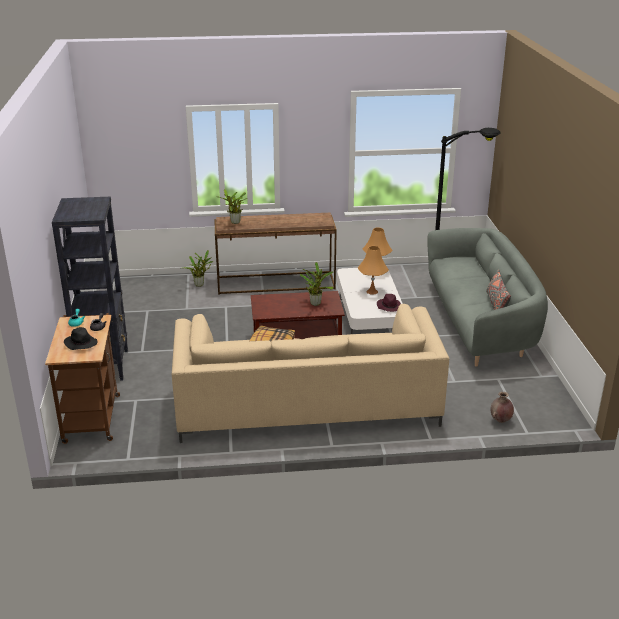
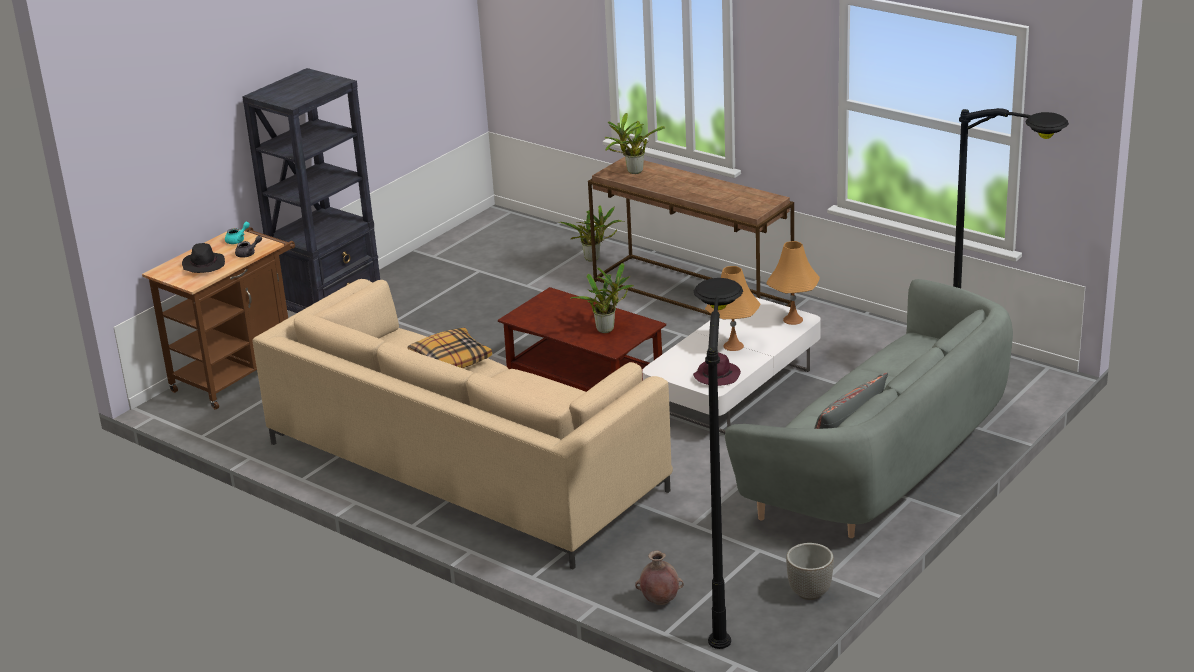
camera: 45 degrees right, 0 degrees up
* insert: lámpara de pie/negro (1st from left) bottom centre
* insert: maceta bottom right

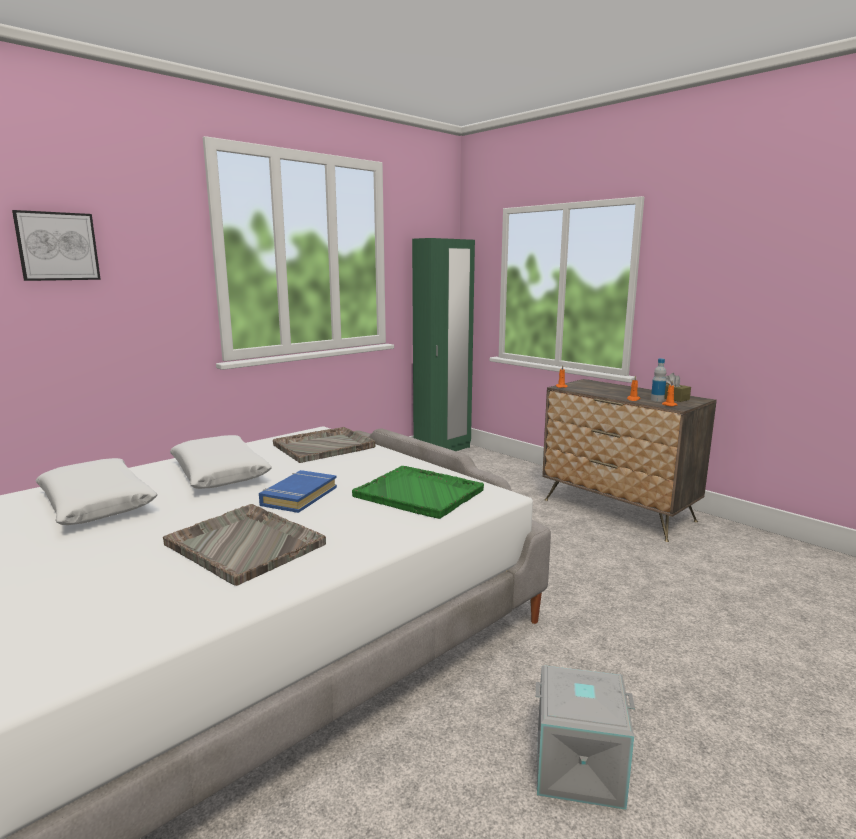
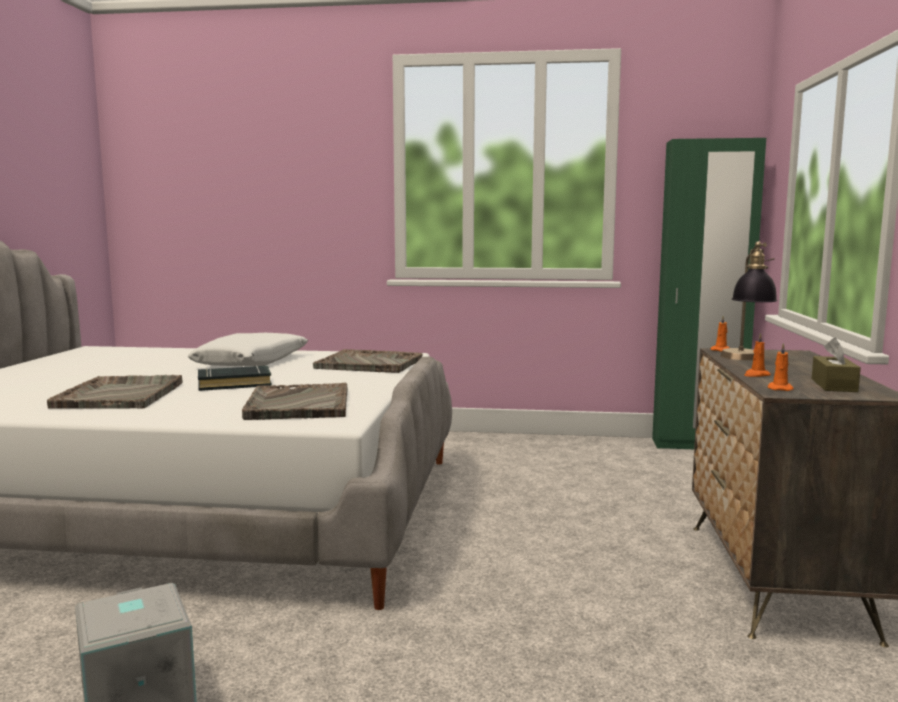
camera: 50 degrees right, 5 degrees down
* recolor: libro/azul centre to libro/negro middle left
* recolor: bandeja/verde centre to bandeja/gris (2nd from left) middle left
* insert: lámpara de mesa middle right
* delete: cuadro top left
* delete: cojín/blanco (1st from left) middle left
* delete: botella middle right

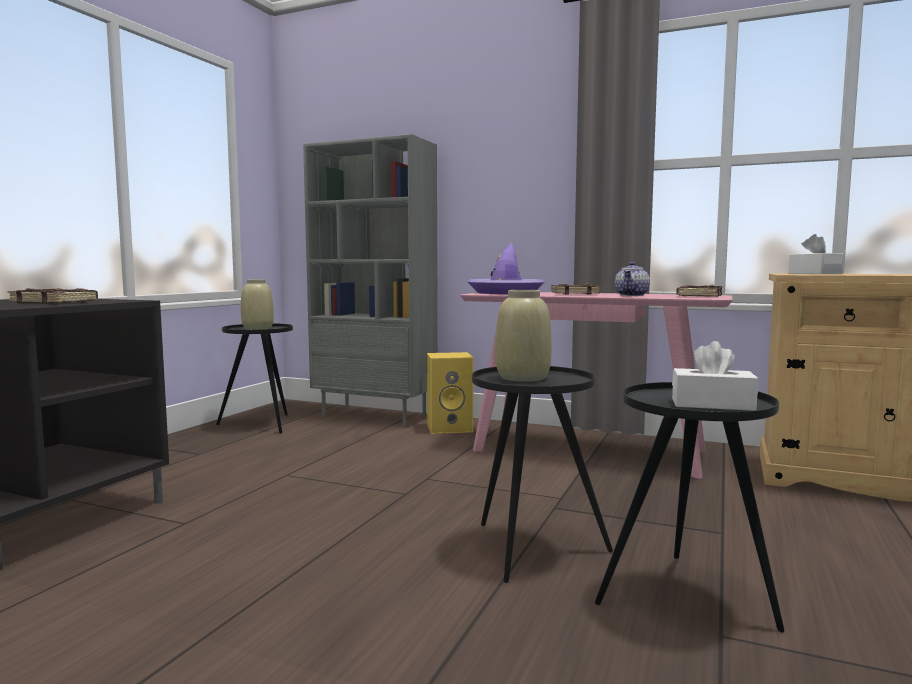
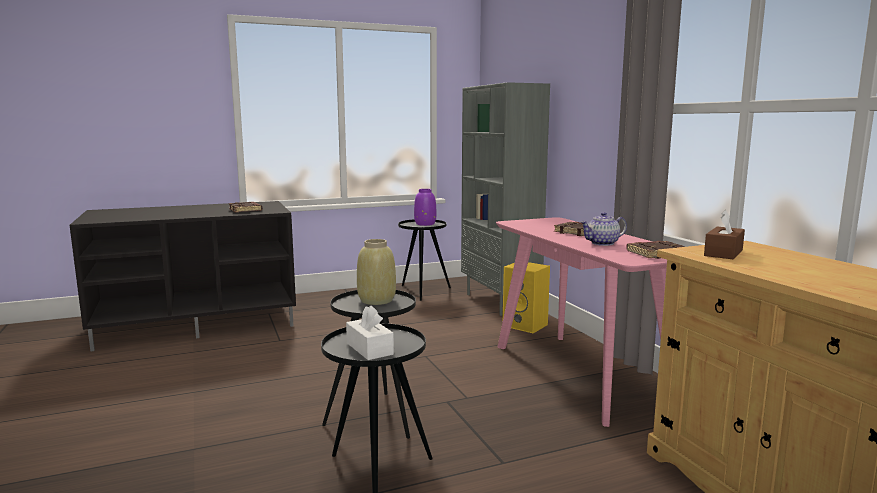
camera: 45 degrees right, 5 degrees up
* recolor: florero/beis (1st from left) middle left to florero/morado centre
* recolor: caja de pañuelos/blanco (2nd from left) middle right to caja de pañuelos/marrón middle right
* delete: sombrero/morado centre

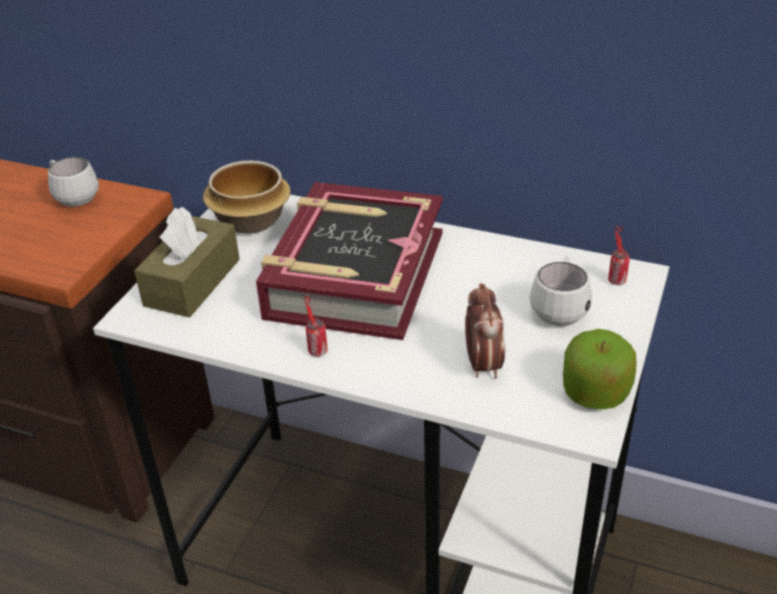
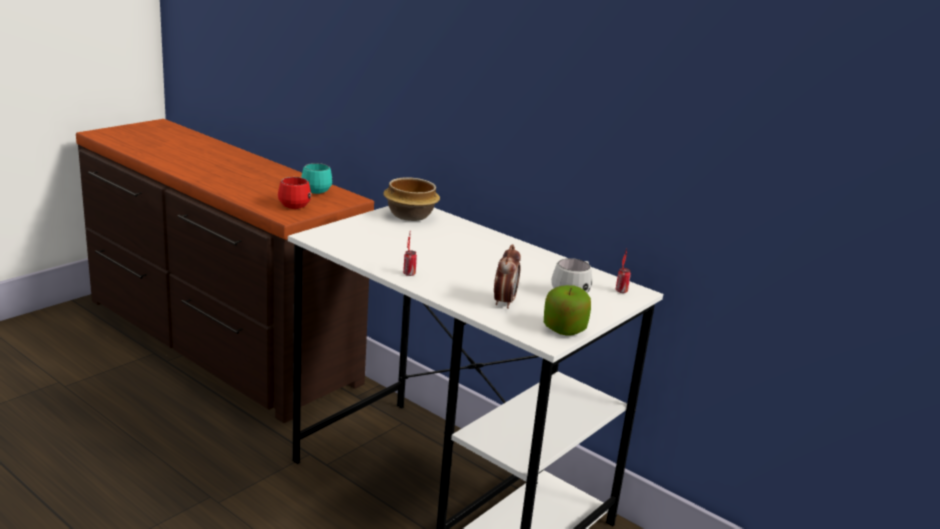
camera: 15 degrees right, 15 degrees down
* insert: taza grande/rojo middle left
* recolor: taza grande/blanco (1st from left) top left to taza grande/turquesa centre
* delete: caja de pañuelos/marrón middle left
* delete: libro centre

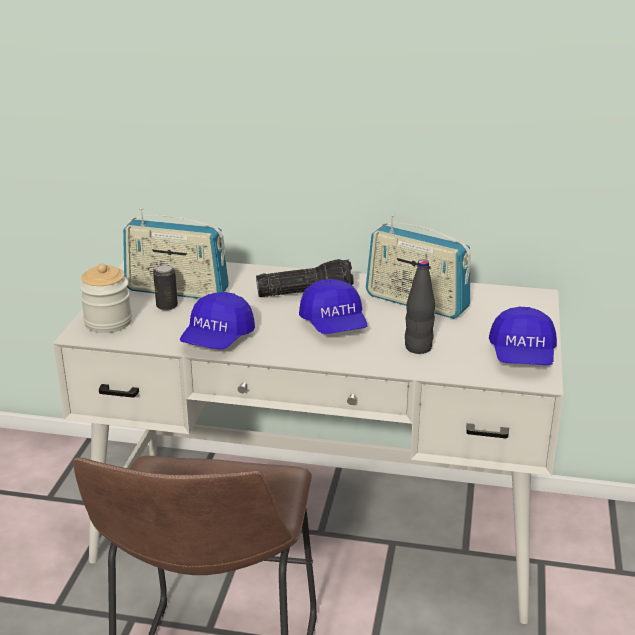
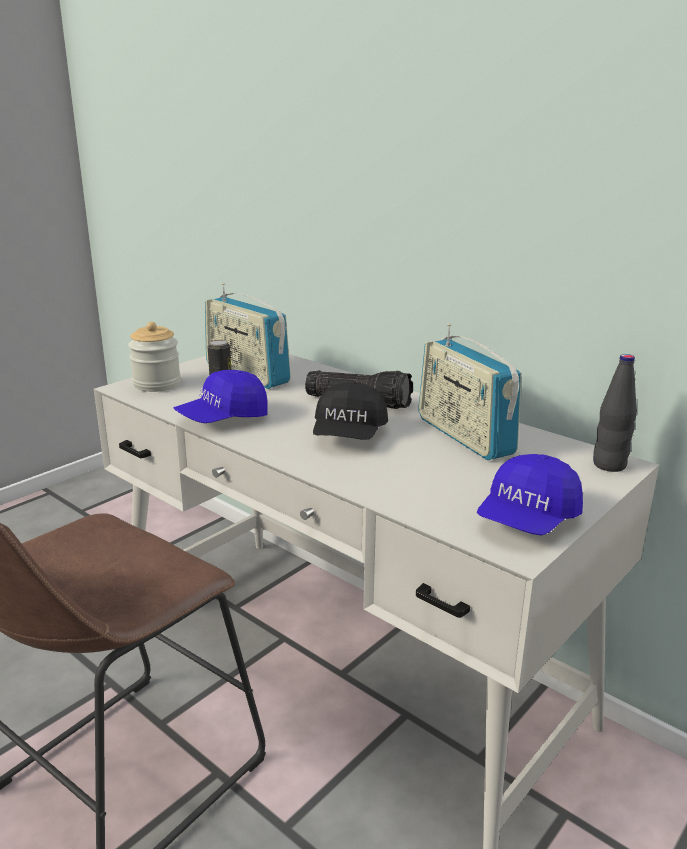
camera: 30 degrees right, 5 degrees down
* recolor: gorra/azul (2nd from left) centre to gorra/negro centre
* move: botella/negro centre to middle right

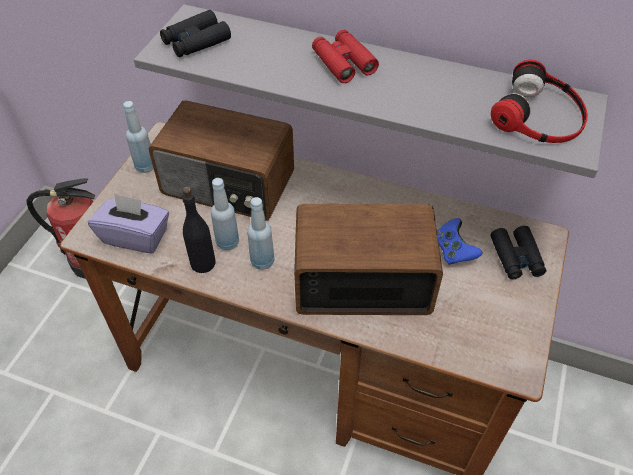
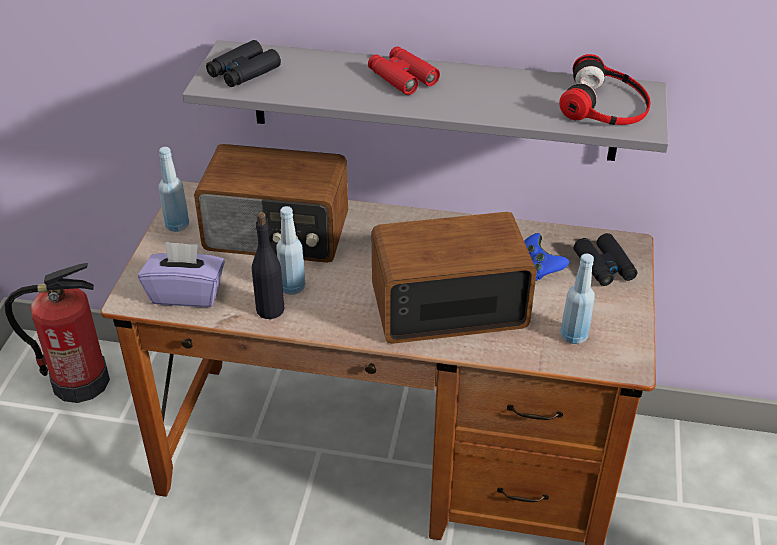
camera: 10 degrees left, 10 degrees down
* move: botella/azul (3rd from left) centre to middle right

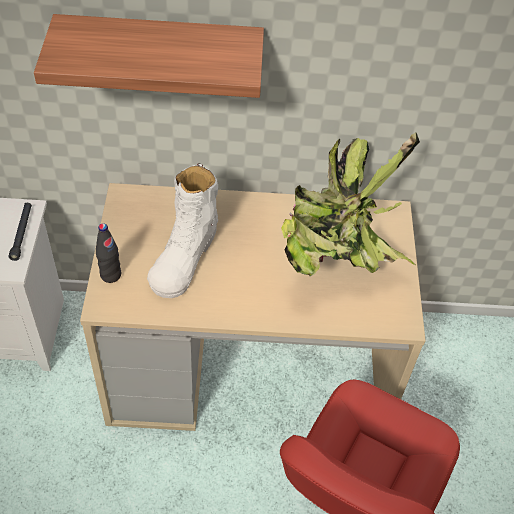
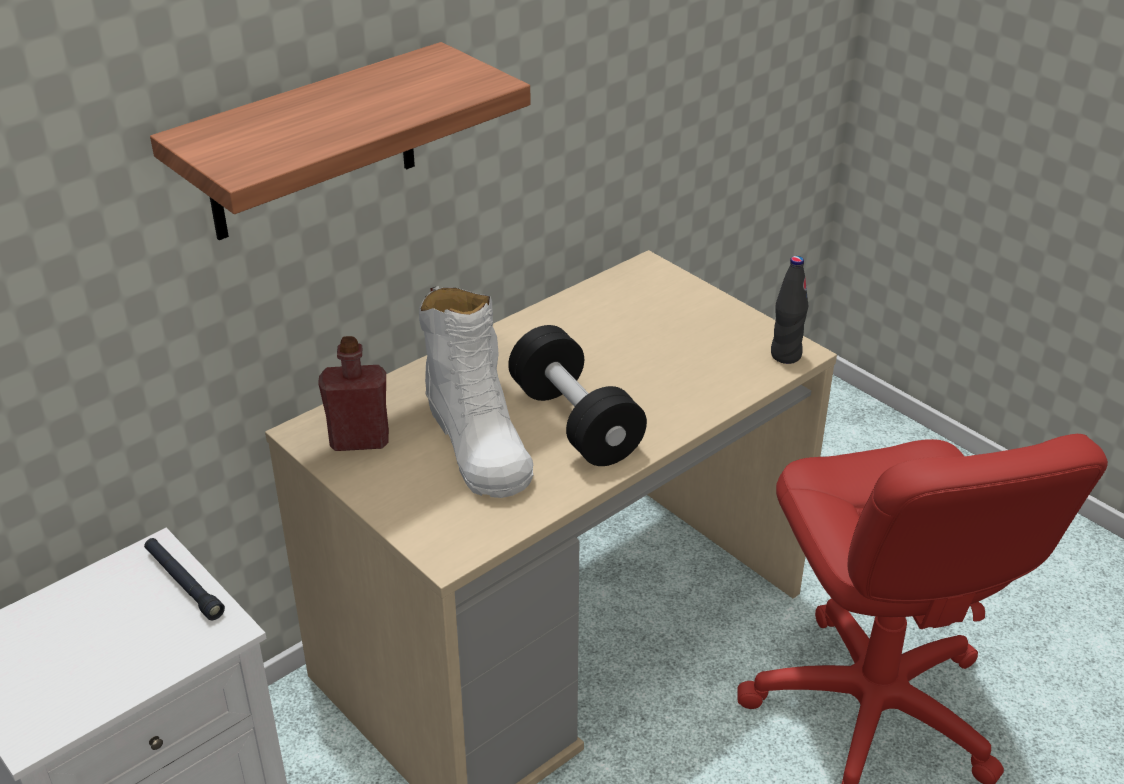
camera: 40 degrees left, 15 degrees down
* insert: botella/rojo middle left
* insert: mancuerna/negro centre
* move: botella/negro middle left to middle right
* delete: planta en maceta middle right

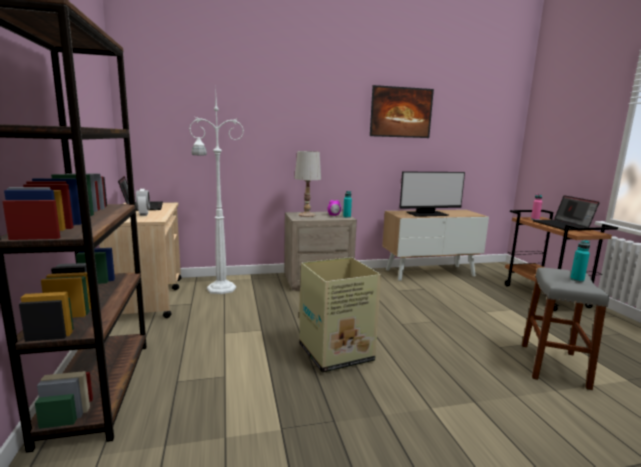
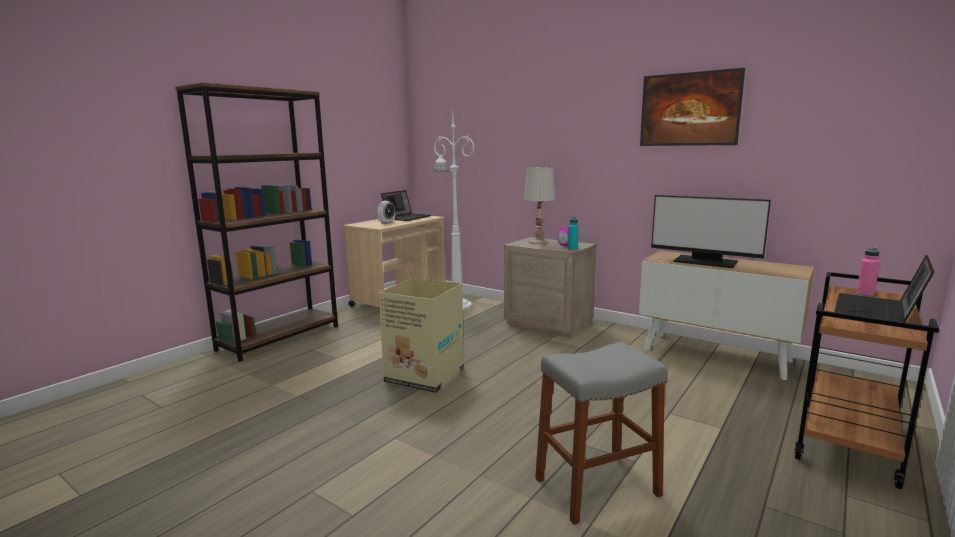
camera: 50 degrees right, 0 degrees up
* delete: botella/turquesa (2nd from left) middle right

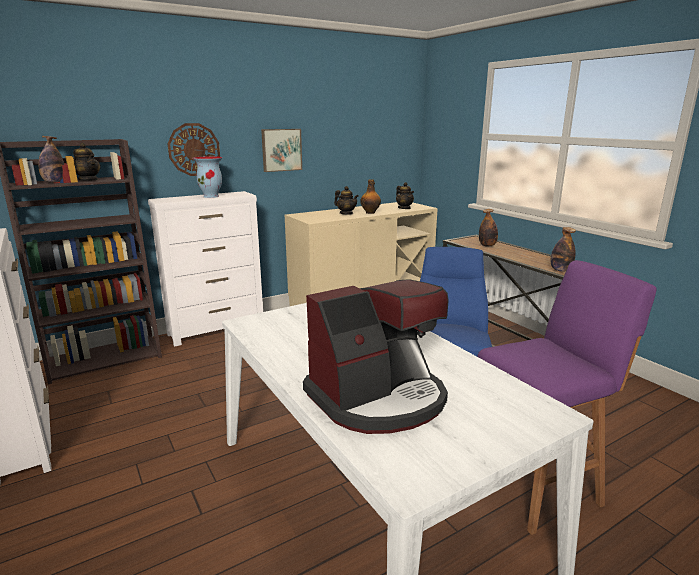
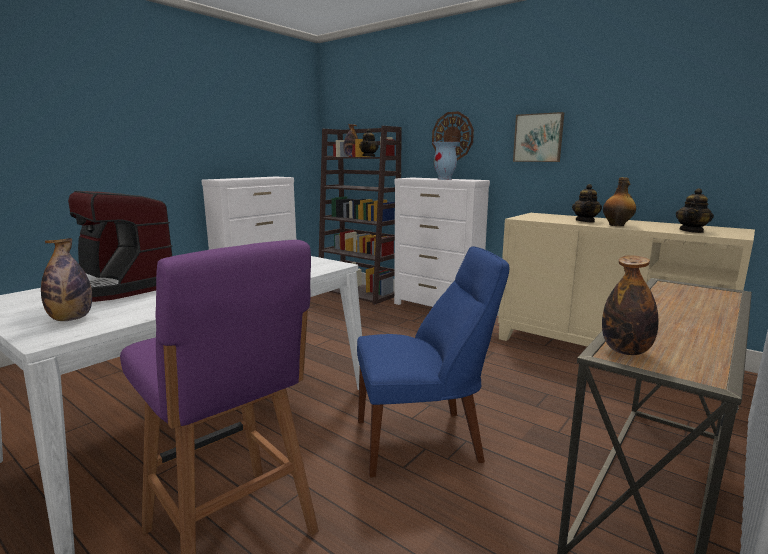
camera: 70 degrees right, 5 degrees down
* move: botella (3rd from left in the first image) middle right to botella (1st from left) middle left

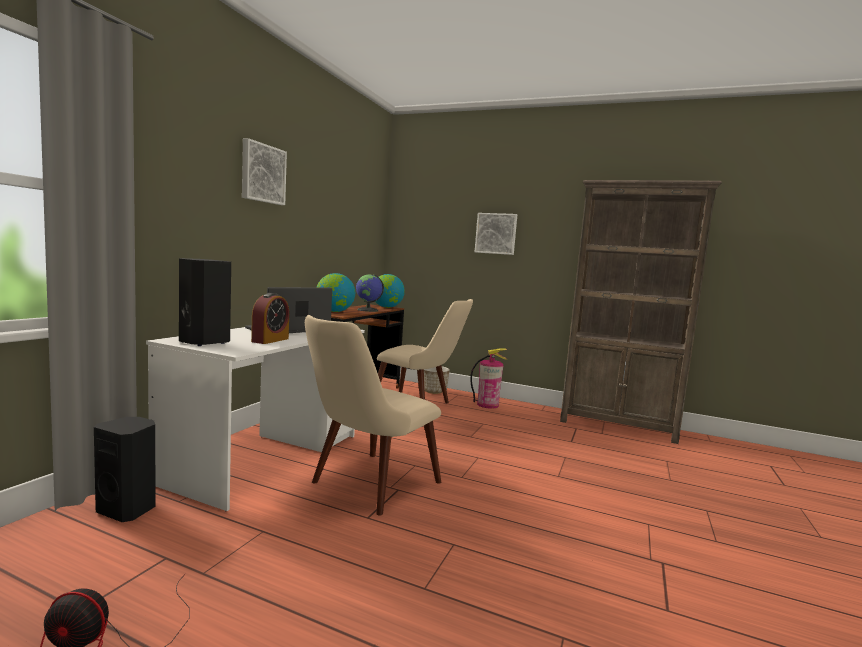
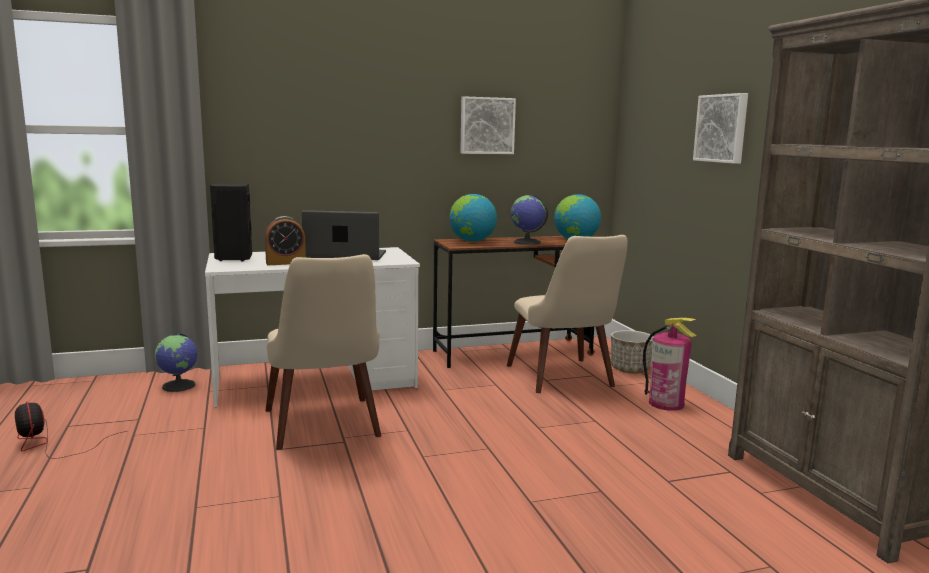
camera: 50 degrees right, 5 degrees up
* replace: altavoz/negro (1st from left) bottom left to globo terráqueo (1st from left) middle left
* rotate: silla/beis (1st from left) centre = centre 105 degrees counterclockwise
* move: cuadro (1st from left) top left to top centre

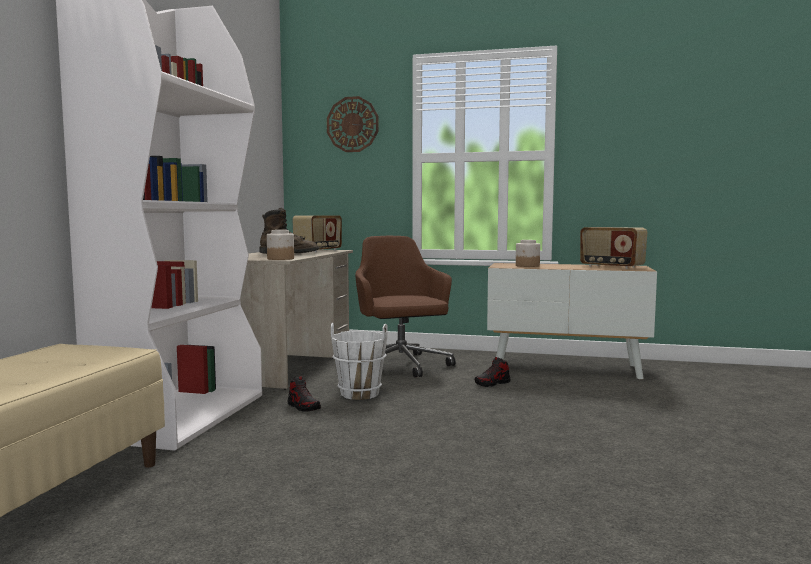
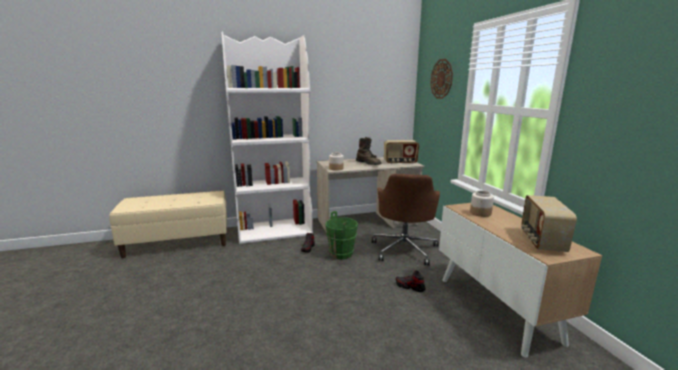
camera: 60 degrees right, 10 degrees up
* recolor: cubo/blanco centre to cubo/verde centre
* rotate: silla de oficina/marrón centre = centre 150 degrees clockwise

